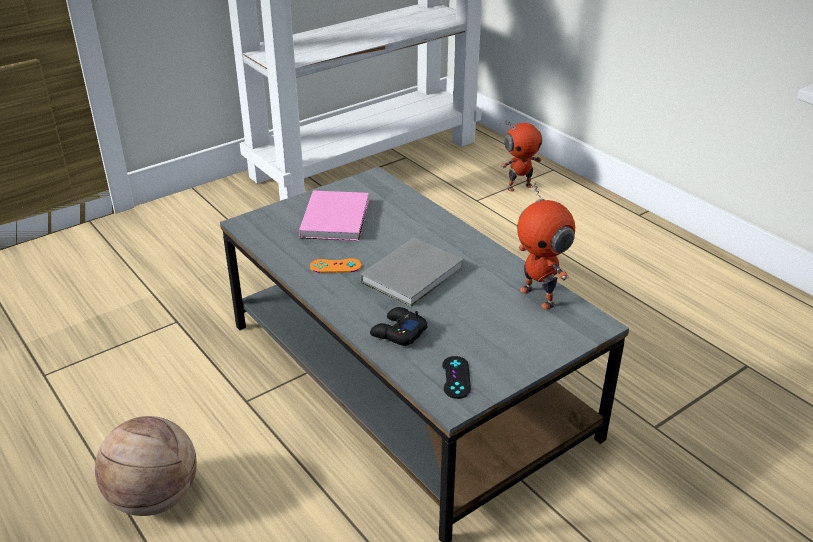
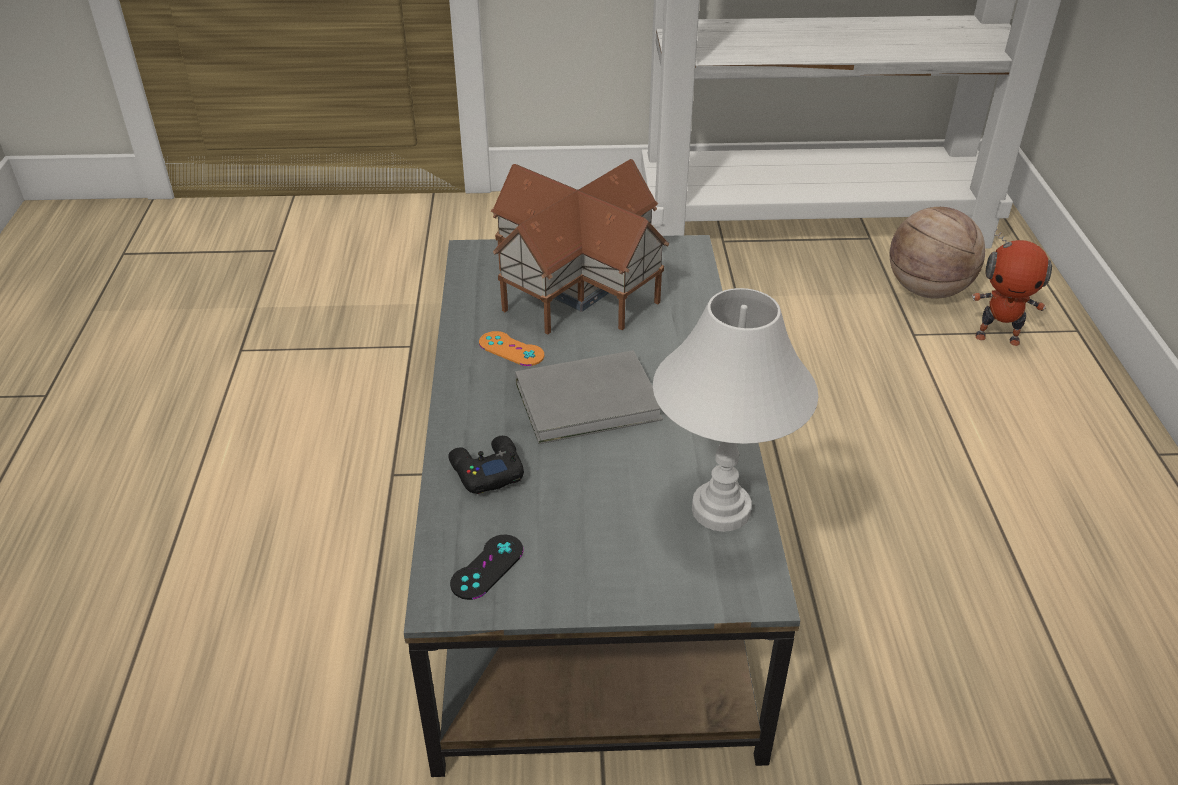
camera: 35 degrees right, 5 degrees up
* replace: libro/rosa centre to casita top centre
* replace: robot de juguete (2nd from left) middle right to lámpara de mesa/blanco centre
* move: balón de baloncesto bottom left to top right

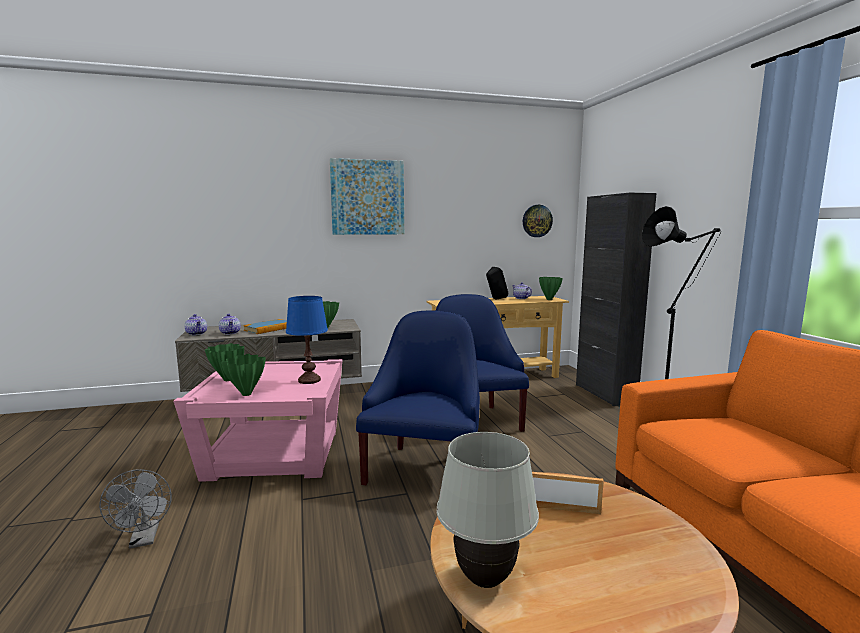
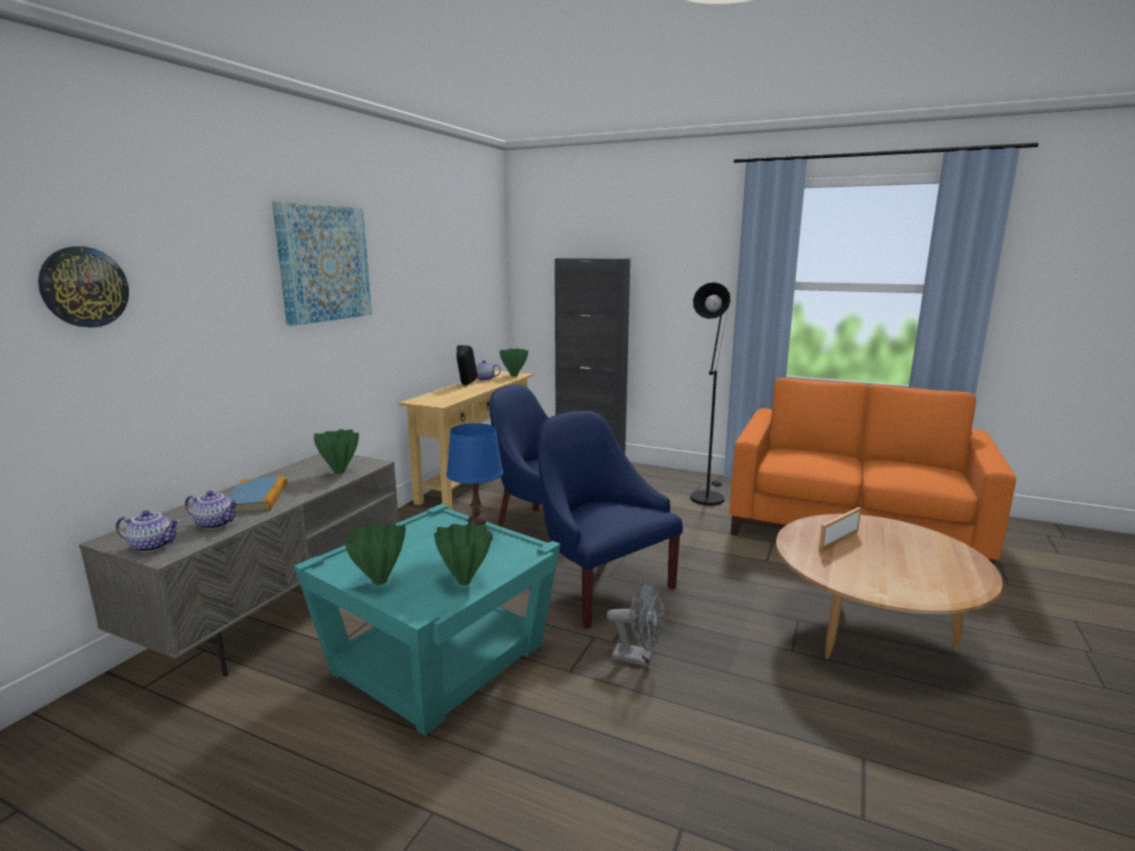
camera: 50 degrees left, 5 degrees up
* move: reloj de pared centre to middle left
* recolor: mesa auxiliar/rosa middle left to mesa auxiliar/turquesa bottom centre
* move: ventilador/gris bottom left to bottom centre
* delete: lámpara de mesa/blanco bottom centre

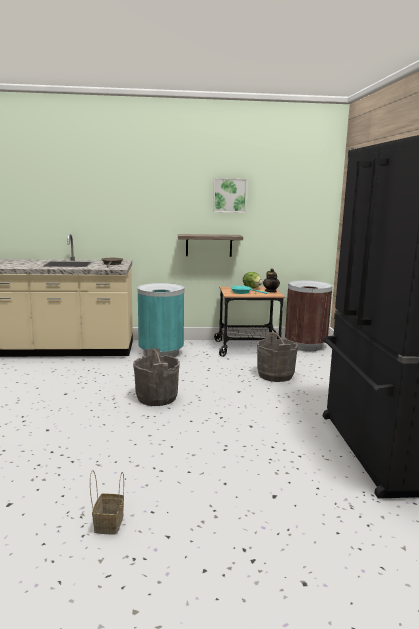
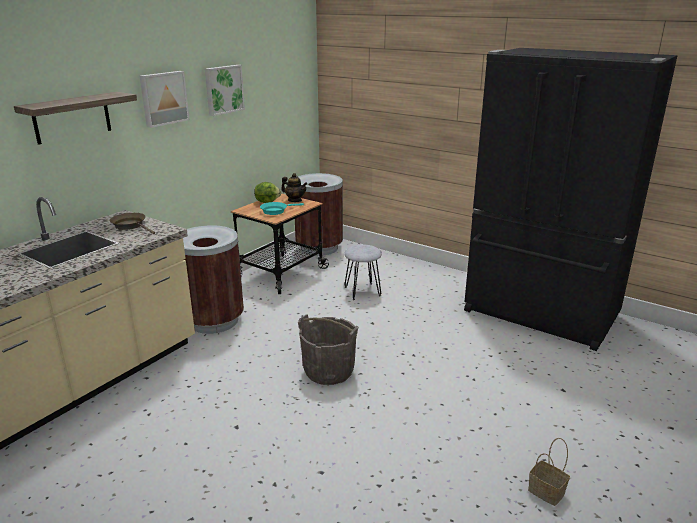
camera: 50 degrees left, 10 degrees up
* move: estante centre to top left
* insert: cuadro (1st from left) top left
* recolor: papelera/turquesa centre to papelera/marrón (1st from left) middle left
* replace: cubo/gris (2nd from left) centre to taburete/gris centre

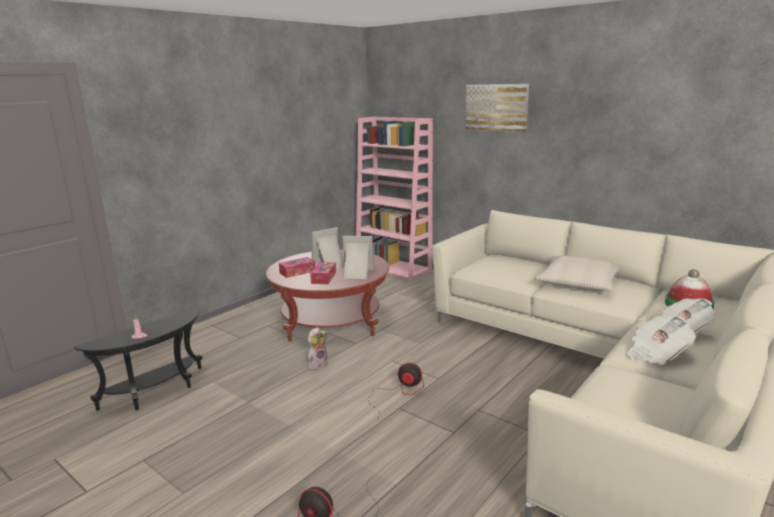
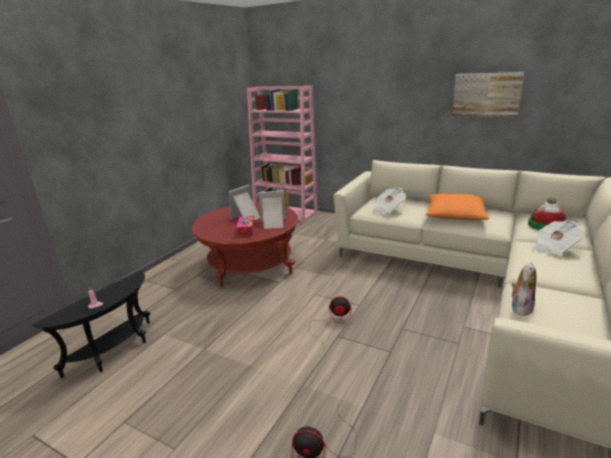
camera: 10 degrees left, 5 degrees up
* move: periódico (1st from left) middle right to centre
* recolor: cojín/beis middle right to cojín/naranja middle right
* move: cuadro top centre to top right
* move: peluche bottom centre to middle right
* delete: caja de pañuelos (1st from left) centre

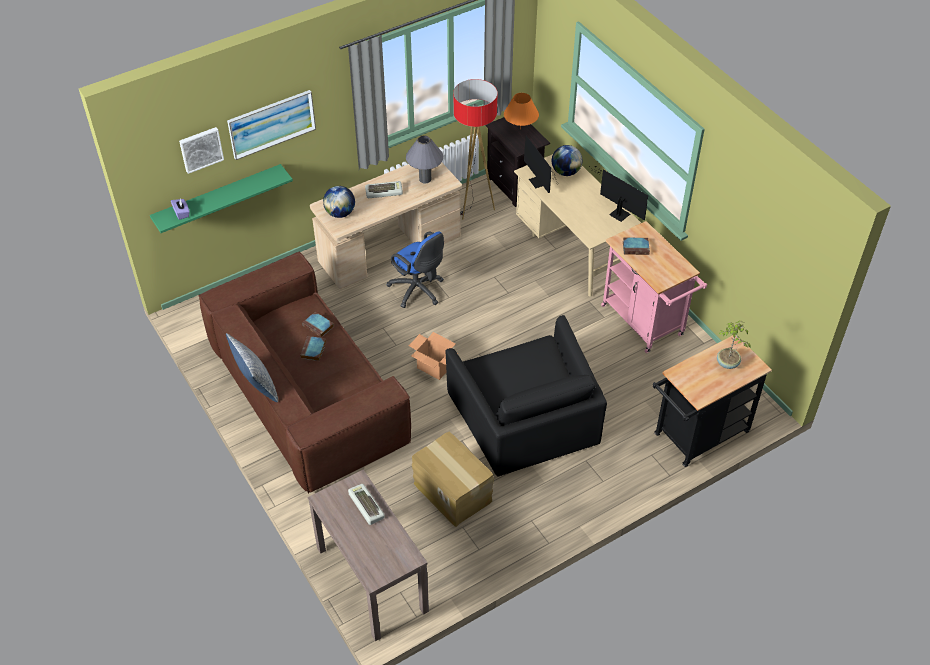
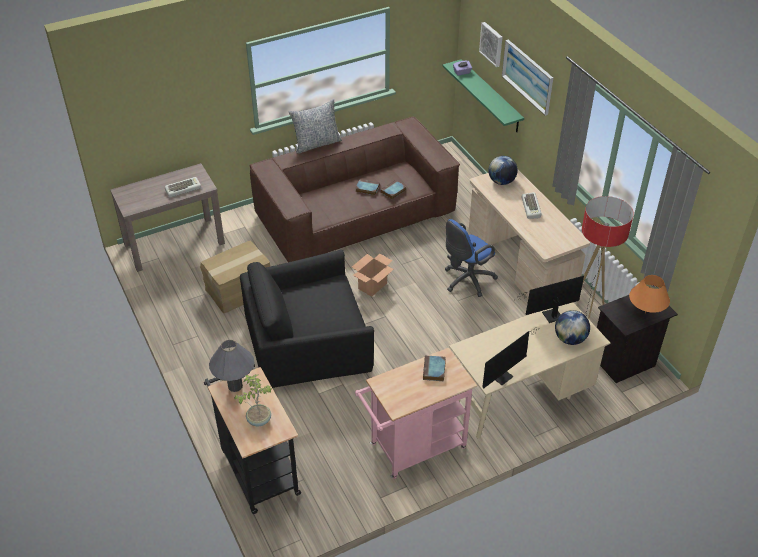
camera: 95 degrees right, 5 degrees down
* move: lámpara de mesa/gris top centre to middle left

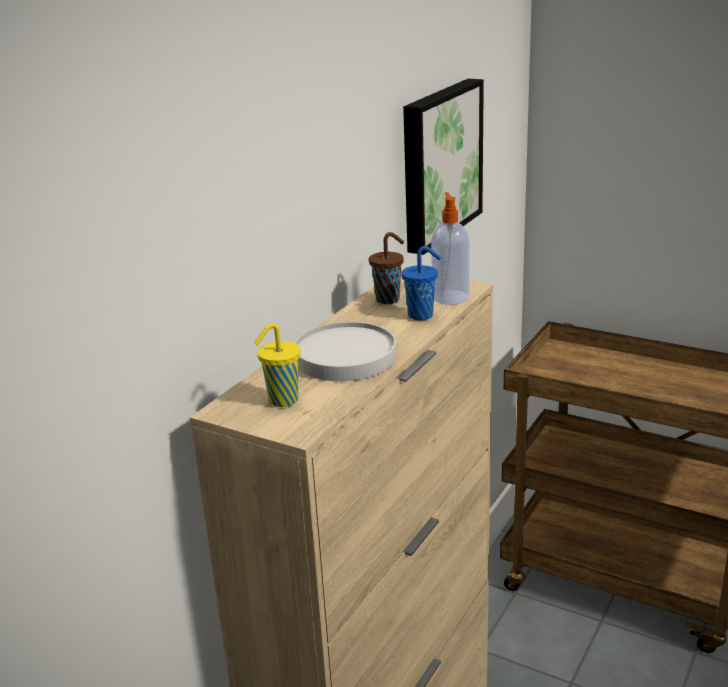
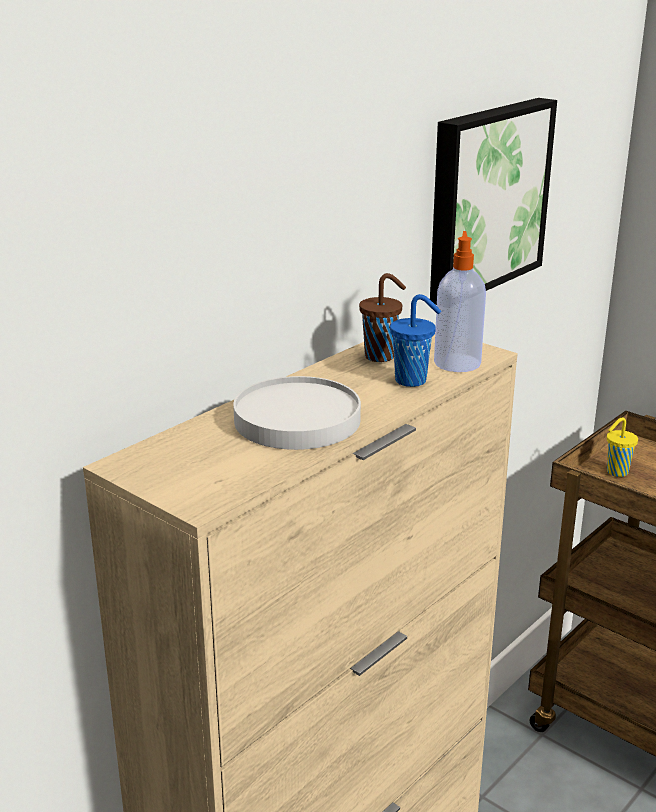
camera: 10 degrees right, 0 degrees up
* move: taza/amarillo centre to middle right

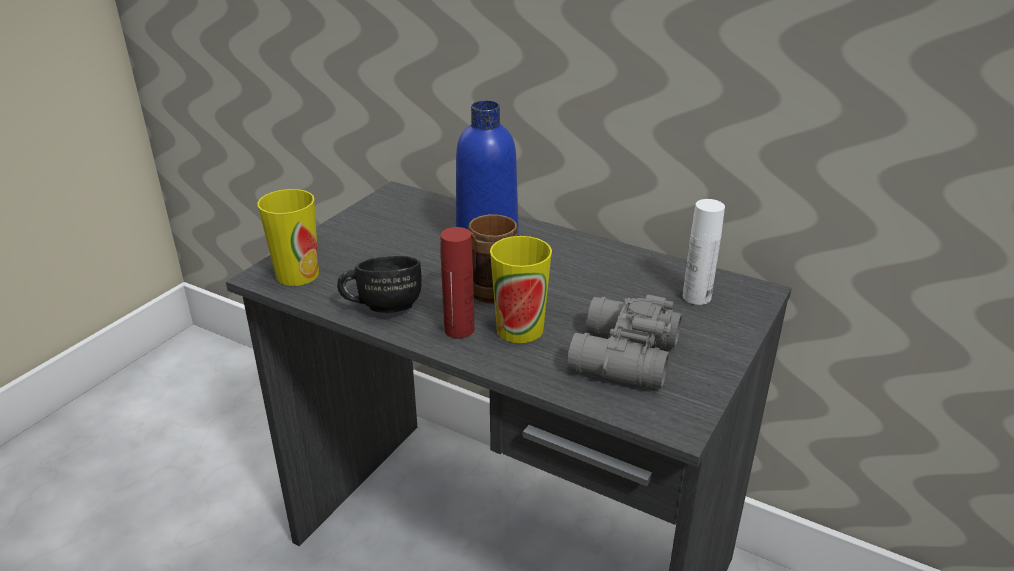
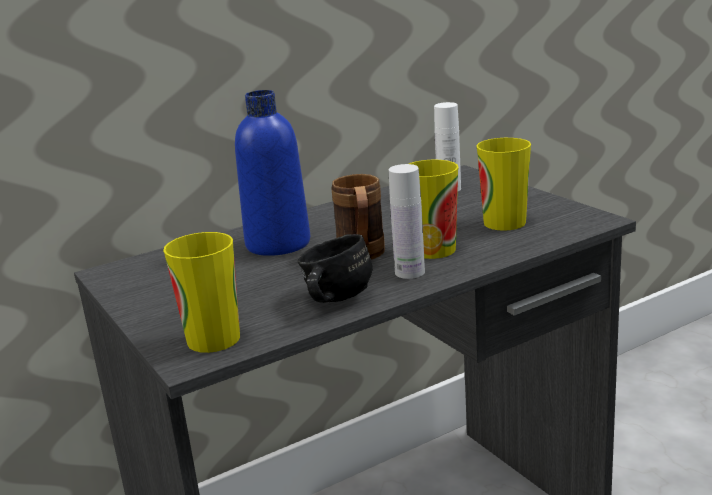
camera: 60 degrees left, 10 degrees down
* recolor: botella/rojo centre to botella/blanco (1st from left) centre
* replace: prismáticos/gris centre to taza (3rd from left) middle right

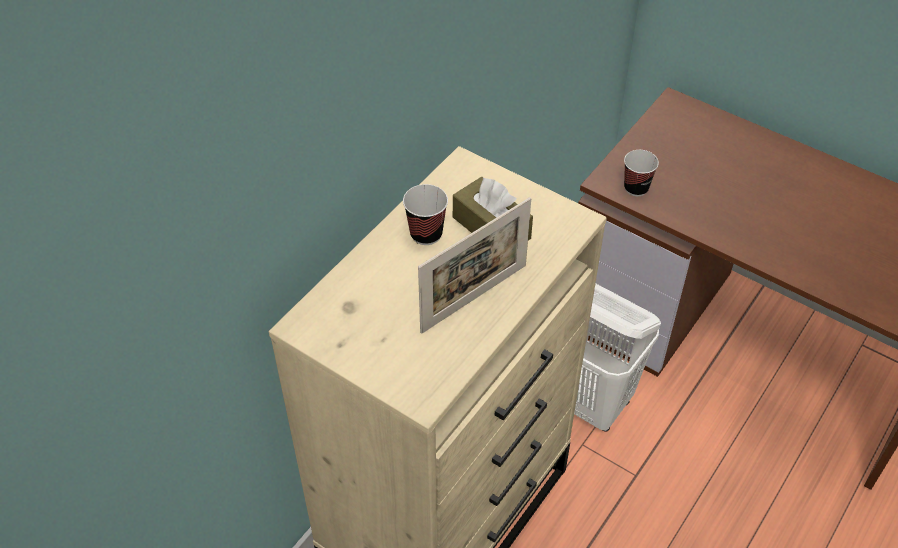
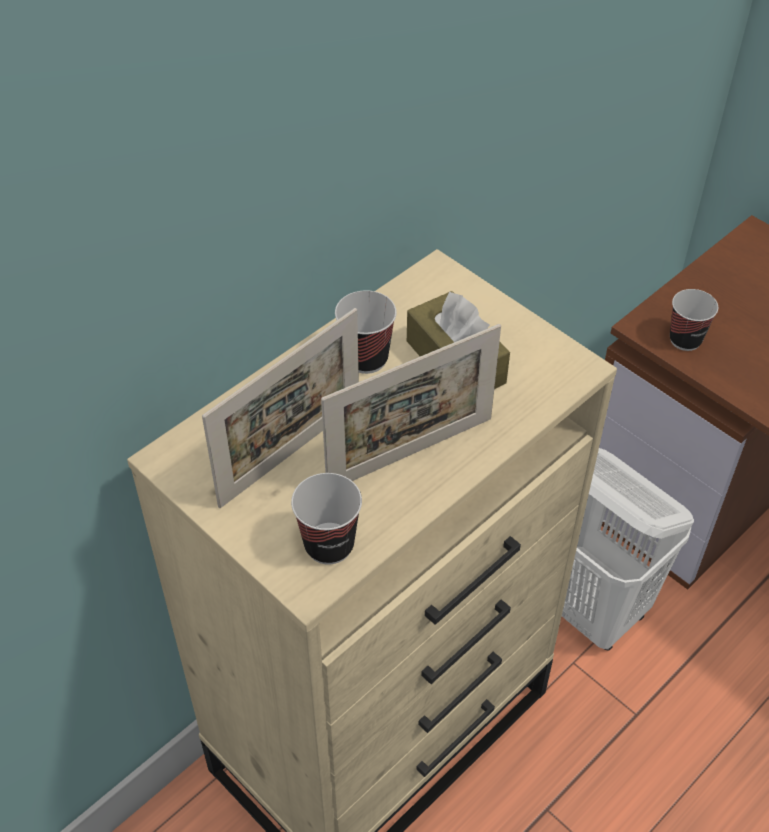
camera: 10 degrees right, 0 degrees up
* insert: portarretratos (1st from left) centre
* insert: taza (1st from left) centre

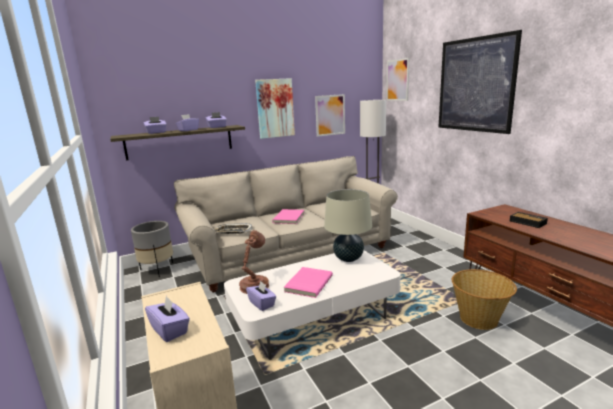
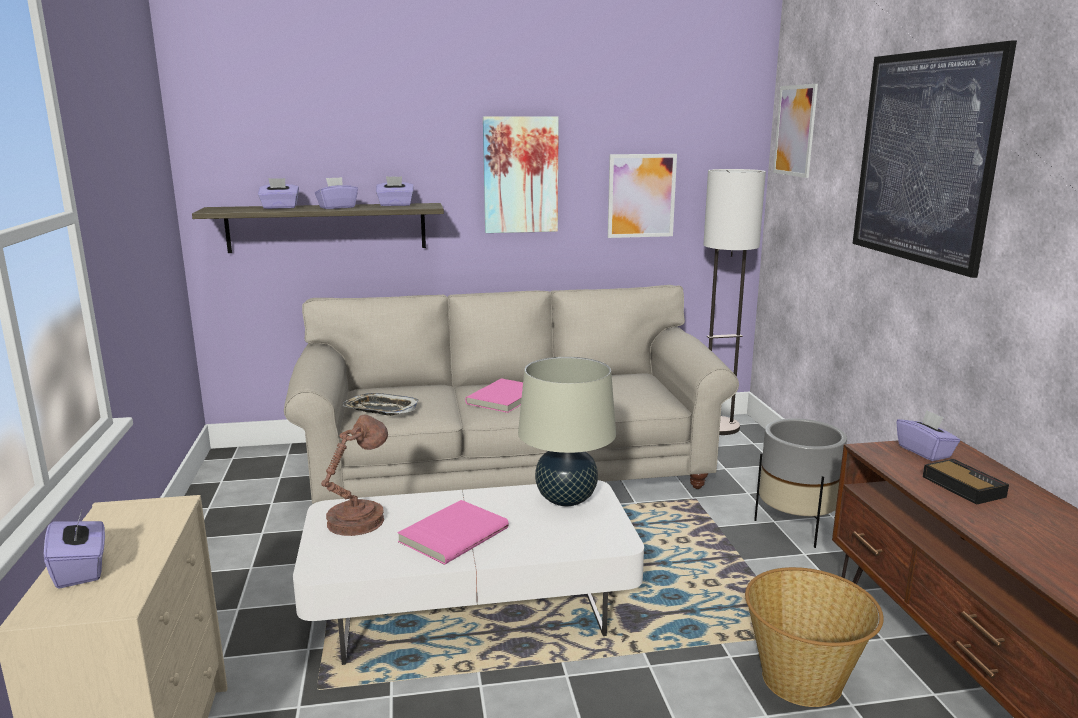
camera: 15 degrees right, 0 degrees up
* move: maceta/gris middle left to bottom right
* move: caja de pañuelos/morado (5th from left) bottom centre to middle right

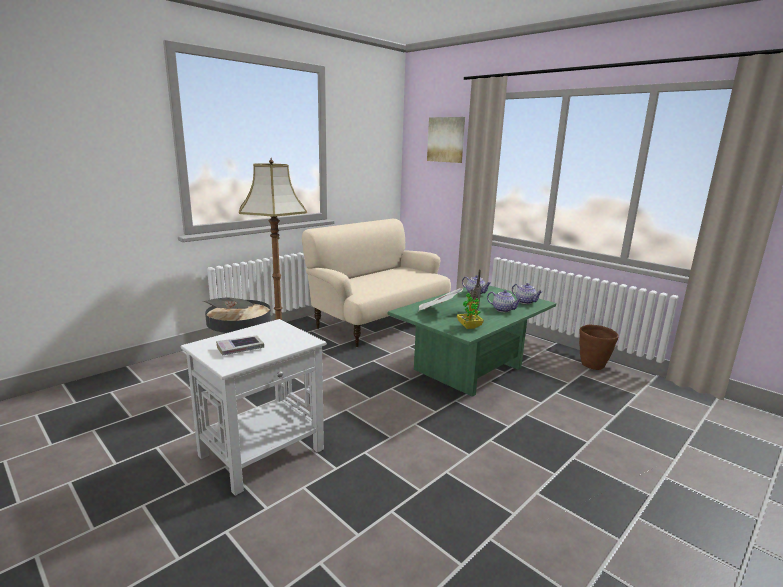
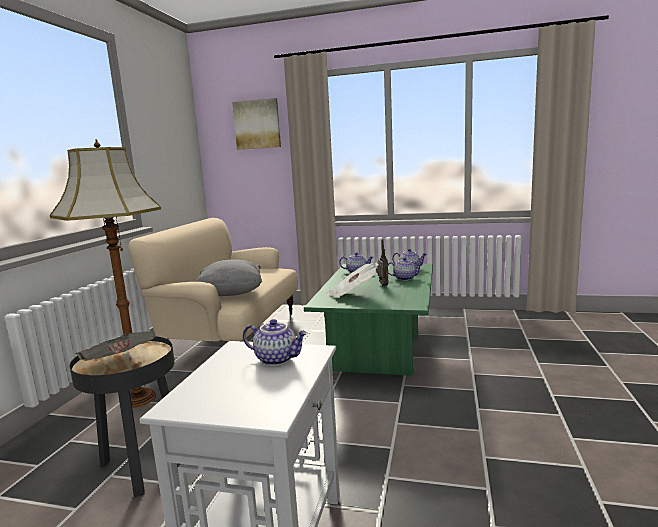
camera: 30 degrees left, 5 degrees down
* insert: cojín/gris centre
* insert: tetera (1st from left) centre
* delete: libro middle left
* delete: planta en maceta centre
* delete: maceta/marrón middle right

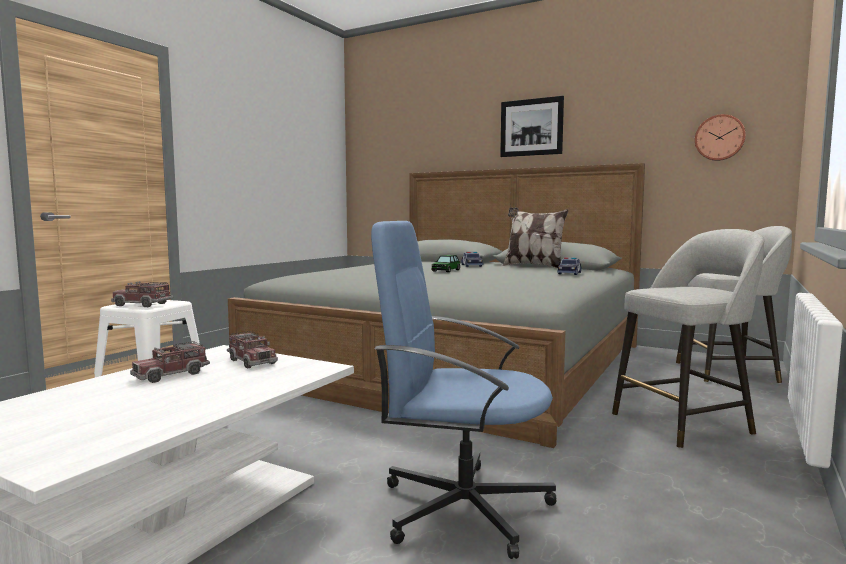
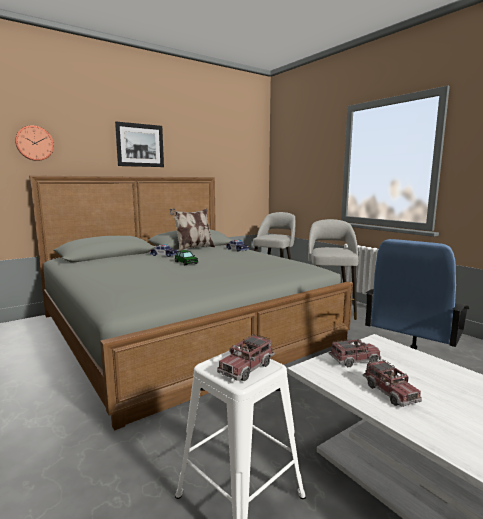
camera: 65 degrees left, 5 degrees up
* move: reloj de pared top right to top left

